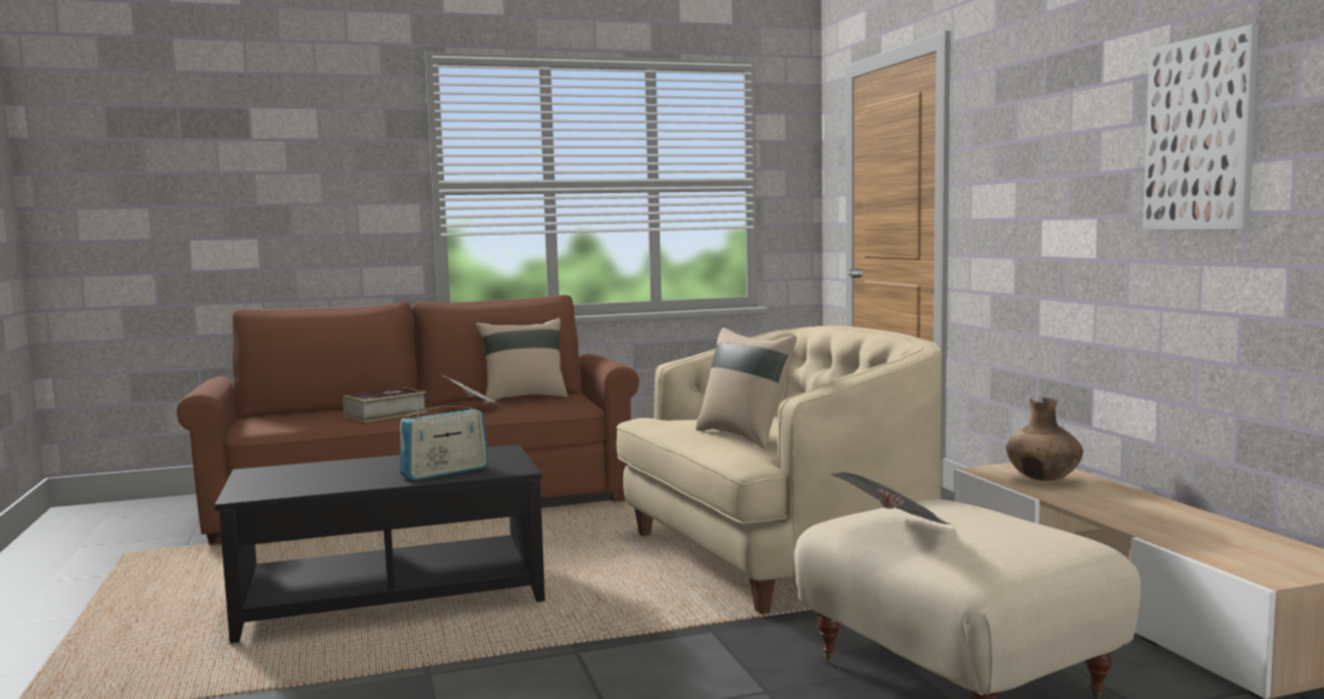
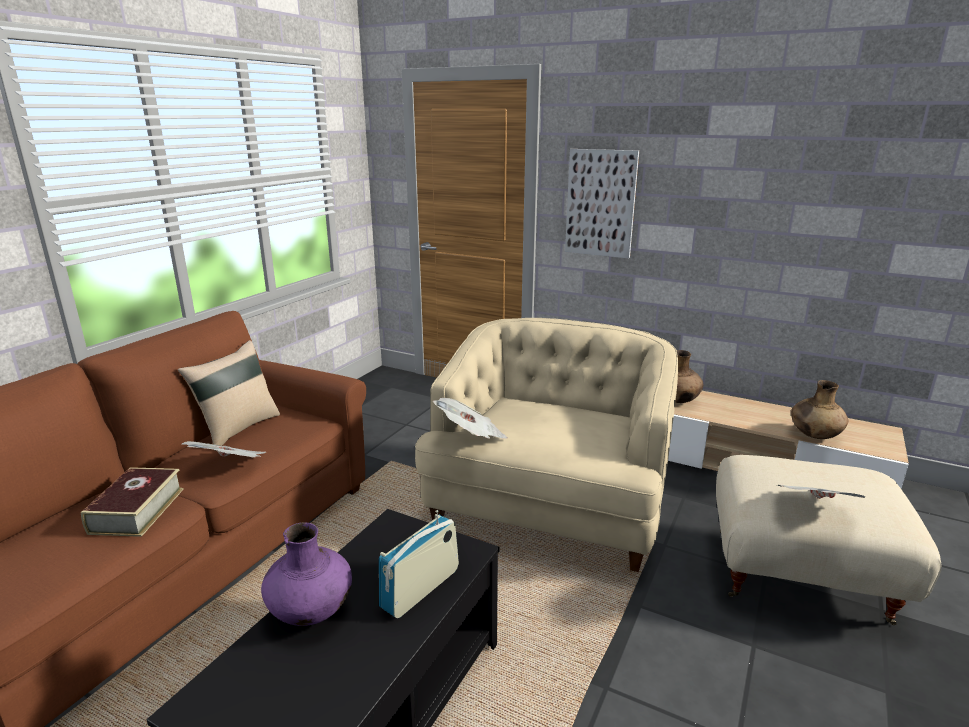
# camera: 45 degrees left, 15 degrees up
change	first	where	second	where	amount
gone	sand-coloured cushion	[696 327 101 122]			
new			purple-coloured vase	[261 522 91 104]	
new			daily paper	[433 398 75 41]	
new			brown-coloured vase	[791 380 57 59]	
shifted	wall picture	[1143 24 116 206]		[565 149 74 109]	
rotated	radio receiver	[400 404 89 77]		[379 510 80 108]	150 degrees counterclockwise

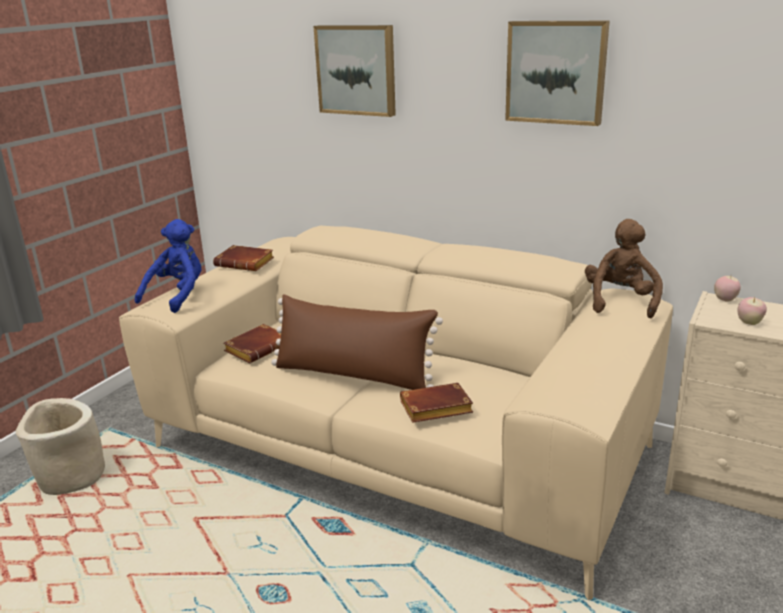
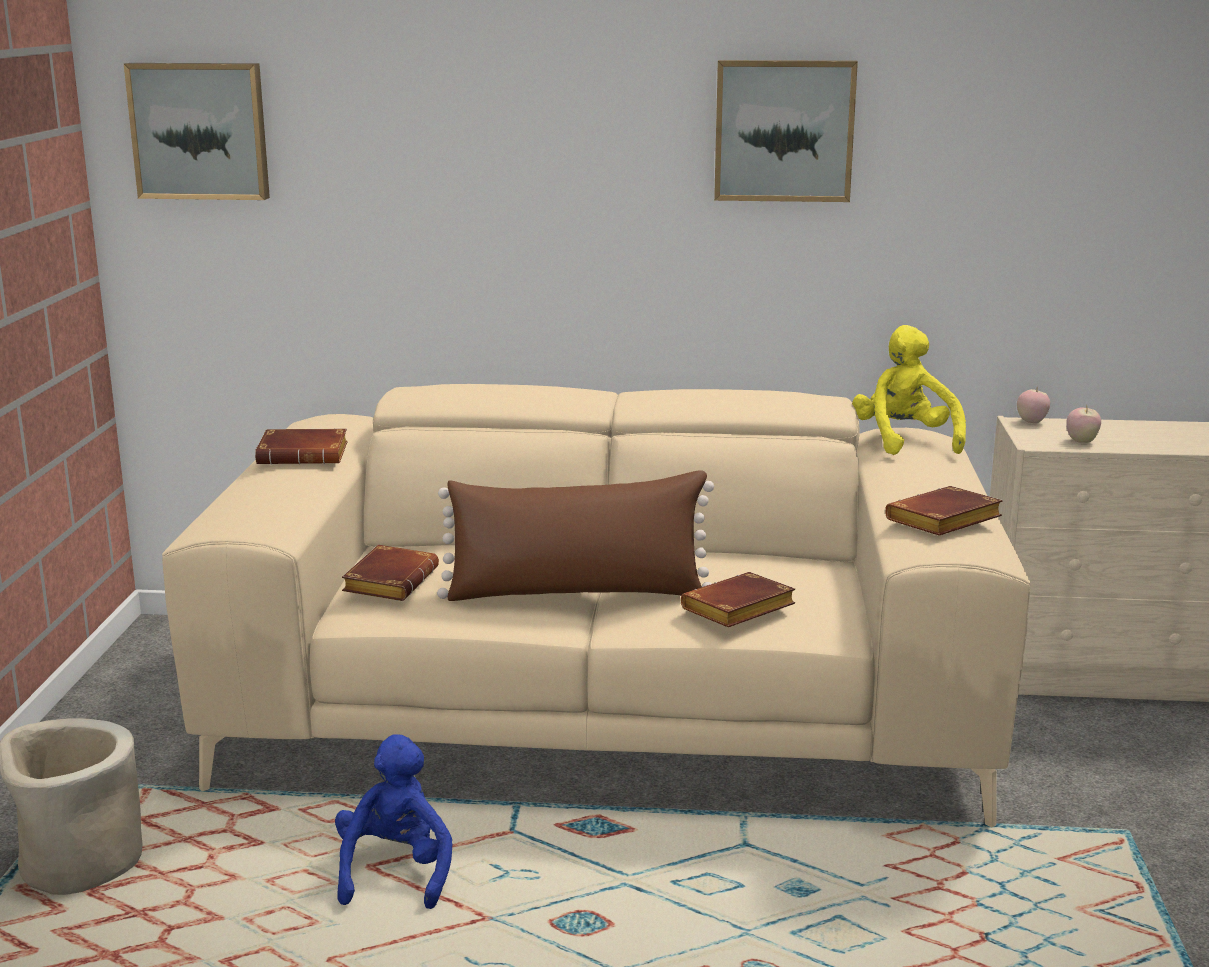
# camera: 25 degrees left, 5 degrees down
change	first	where	second	where	amount
new			brown-coloured book	[885 486 118 50]	
shifted	bluish soft toy	[135 219 67 94]		[335 734 118 175]	
shifted	wall picture	[313 25 83 92]		[124 63 146 137]	
repainted	brown-coloured soft toy	[585 219 78 99]	yellow soft toy	[852 325 114 130]	

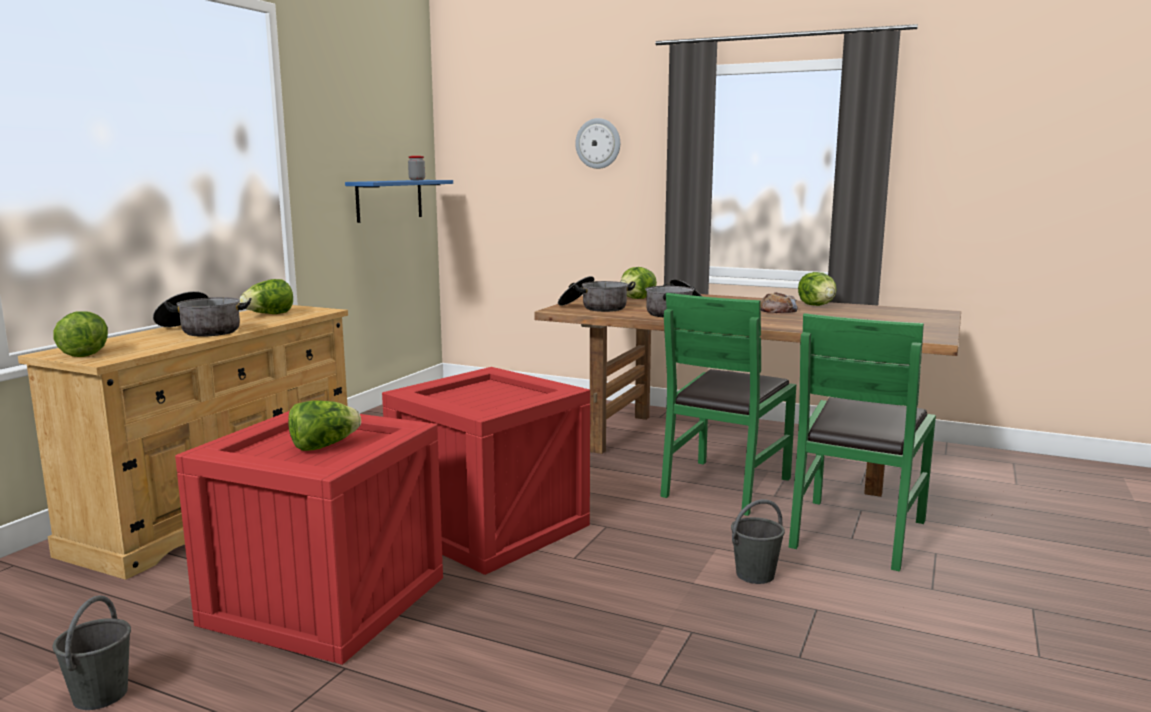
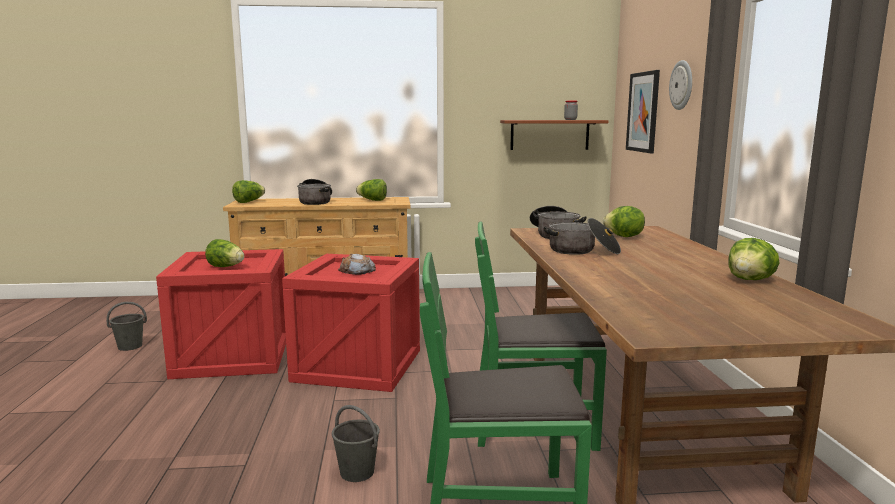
# camera: 60 degrees right, 0 degrees up
change	first	where	second	where	amount
new			wall picture	[626 70 34 83]	
shifted	bread	[760 292 38 21]		[338 254 38 21]	
repainted	bluish bracket shelf	[345 180 108 43]	brown-coloured bracket shelf	[500 120 109 30]	

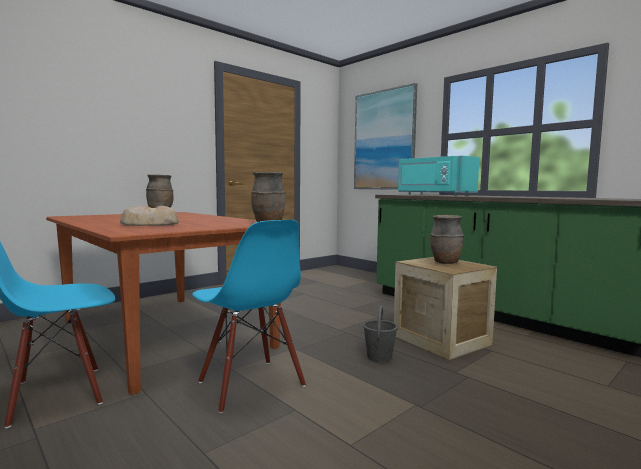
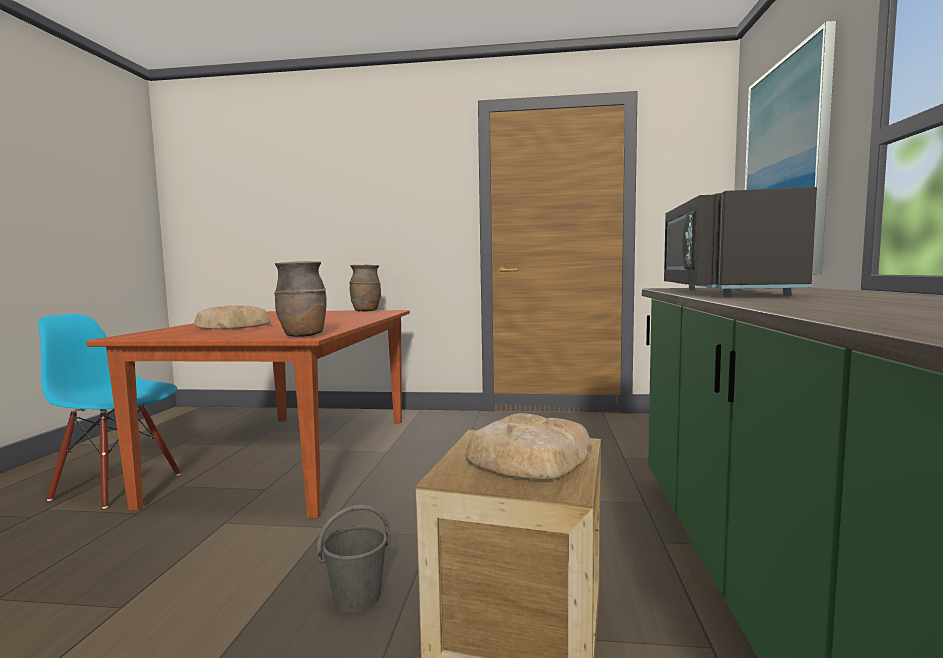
# camera: 50 degrees right, 0 degrees up
change	first	where	second	where	amount
gone	bluish upright chair	[192 220 114 193]			
swapped	brown-coloured vase	[430 215 34 49]	bread	[466 413 126 67]	
repainted	turquoise microwave oven	[398 156 81 40]	blackish microwave oven	[664 187 153 109]	

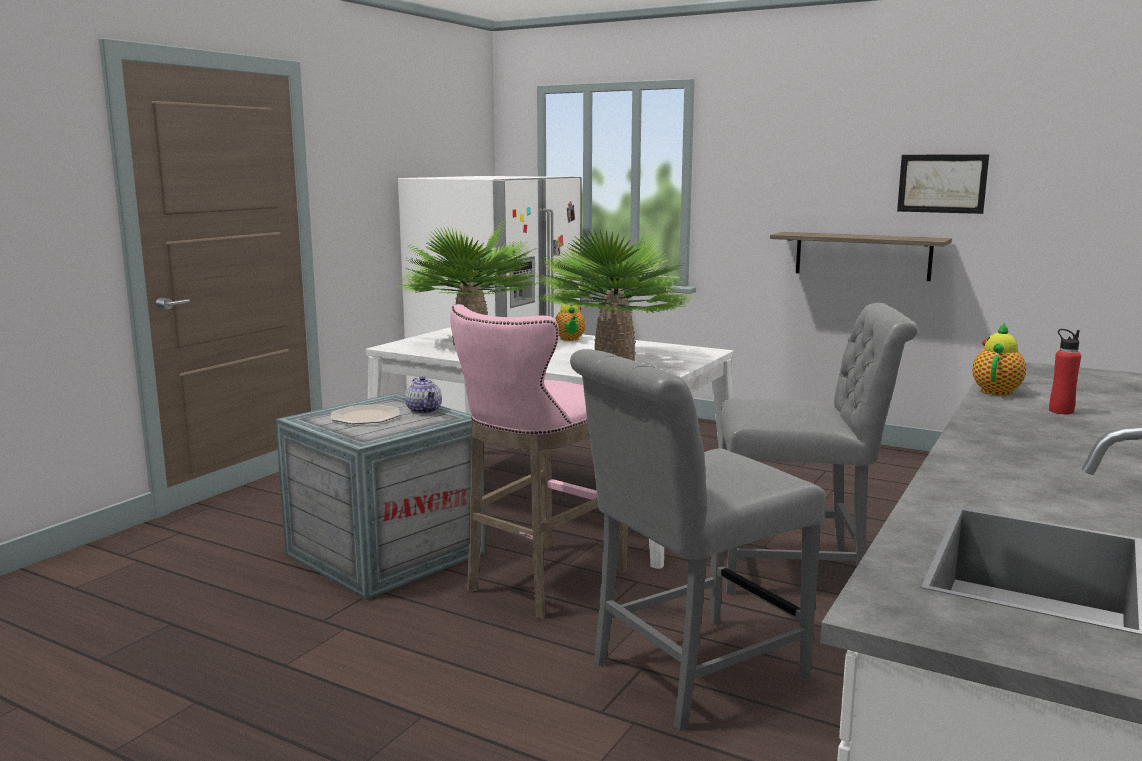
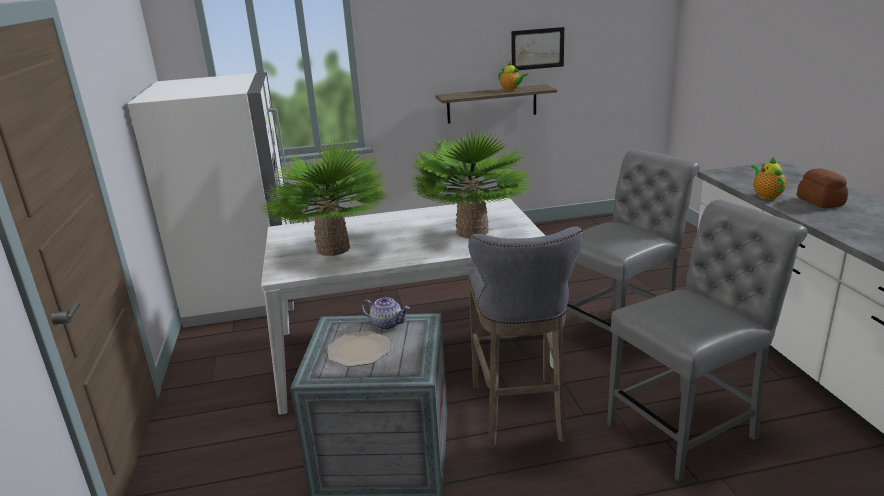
# camera: 40 degrees left, 10 degrees up
change	first	where	second	where	amount
shifted	tea pot	[555 298 31 43]		[498 62 30 29]	
swapped	red drink bottle	[1049 329 32 85]	bread	[797 168 51 40]	
repainted	pinkish stool	[450 304 178 314]	gray stool	[468 226 115 222]	
rotated	gray upright chair	[570 349 256 382]		[607 199 201 283]	135 degrees counterclockwise

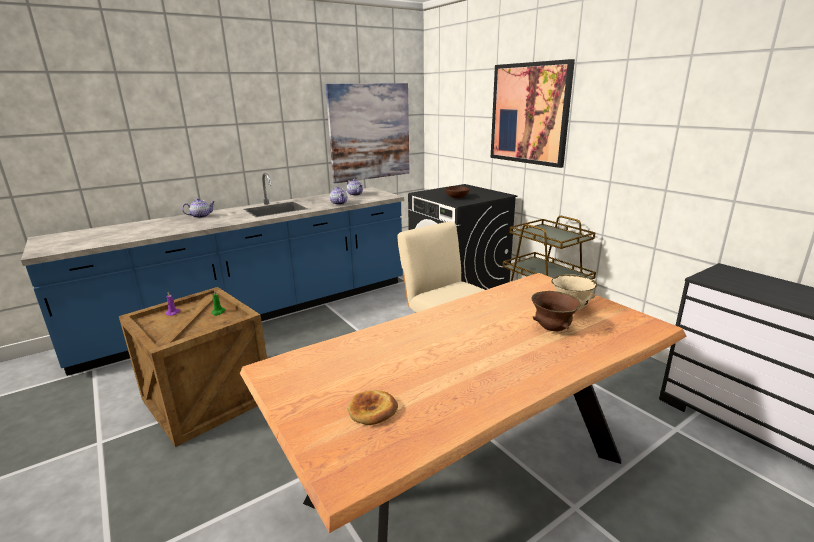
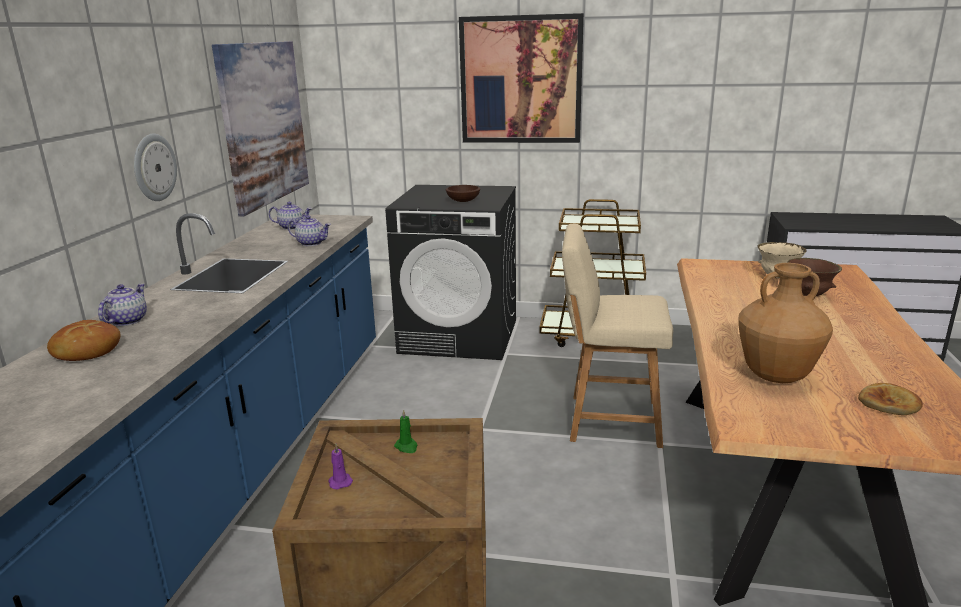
# camera: 45 degrees left, 0 degrees up
change	first	where	second	where	amount
new			bread	[47 320 73 41]	
new			hanging clock	[134 134 43 67]	
new			brown-coloured vase	[738 263 95 120]	

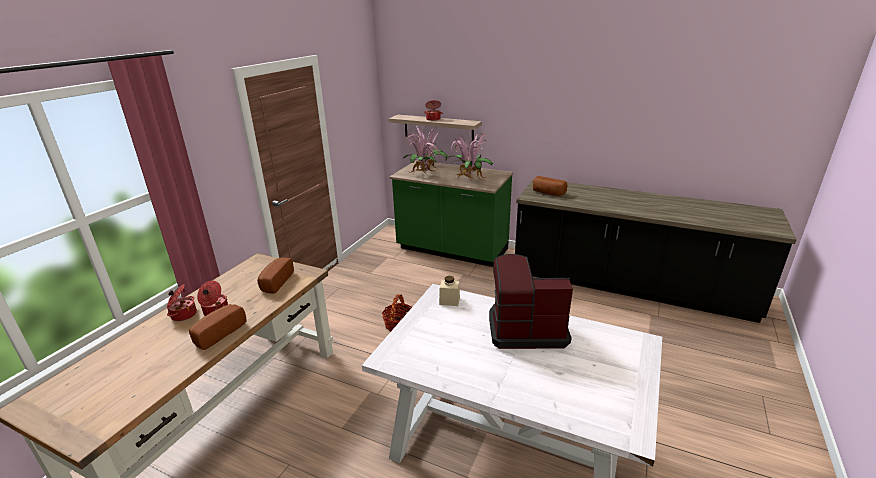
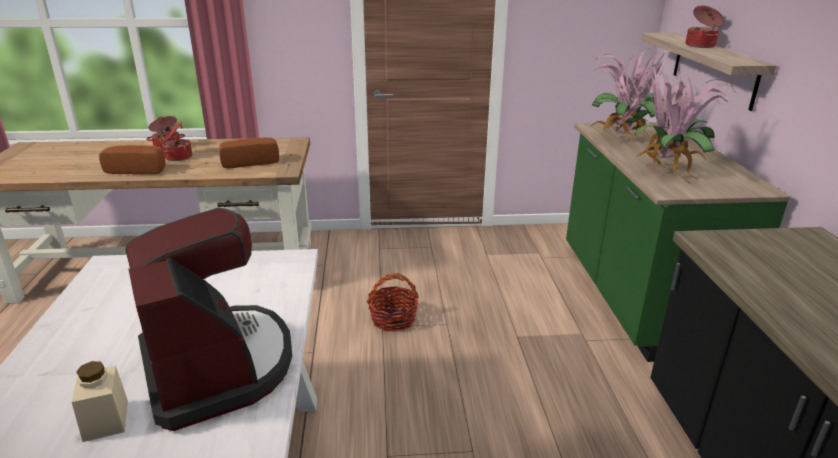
# camera: 60 degrees right, 0 degrees up
change	first	where	second	where	amount
gone	bread	[533 176 34 20]			
shifted	sand-coloured storage jar	[439 276 21 30]		[72 361 56 81]	

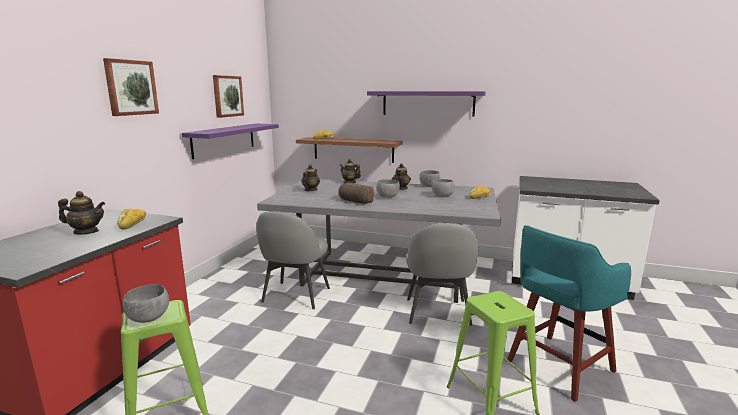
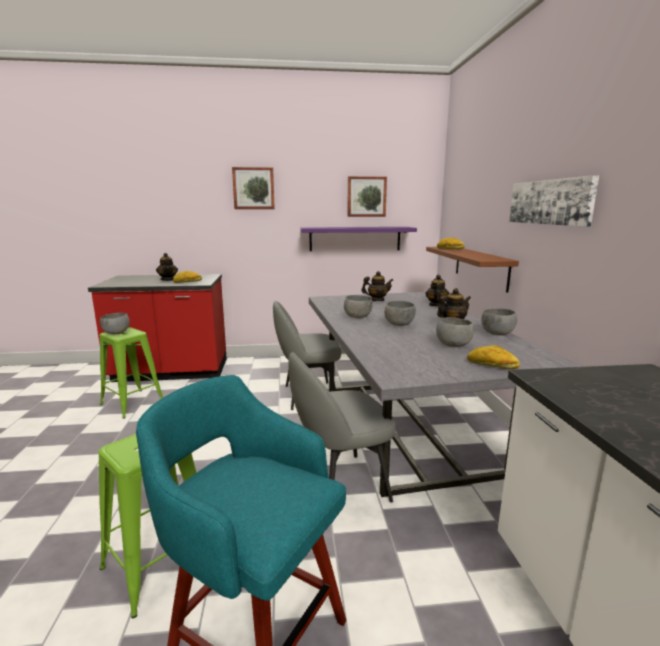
# camera: 65 degrees right, 0 degrees up
change	first	where	second	where	amount
swapped	bread	[339 183 35 21]	gray bowl	[344 295 29 23]	
swapped	purple-coloured bracket shelf	[367 91 119 26]	wall picture	[509 175 90 52]	

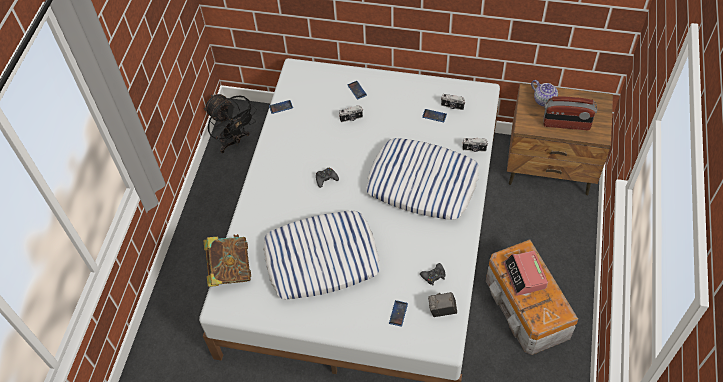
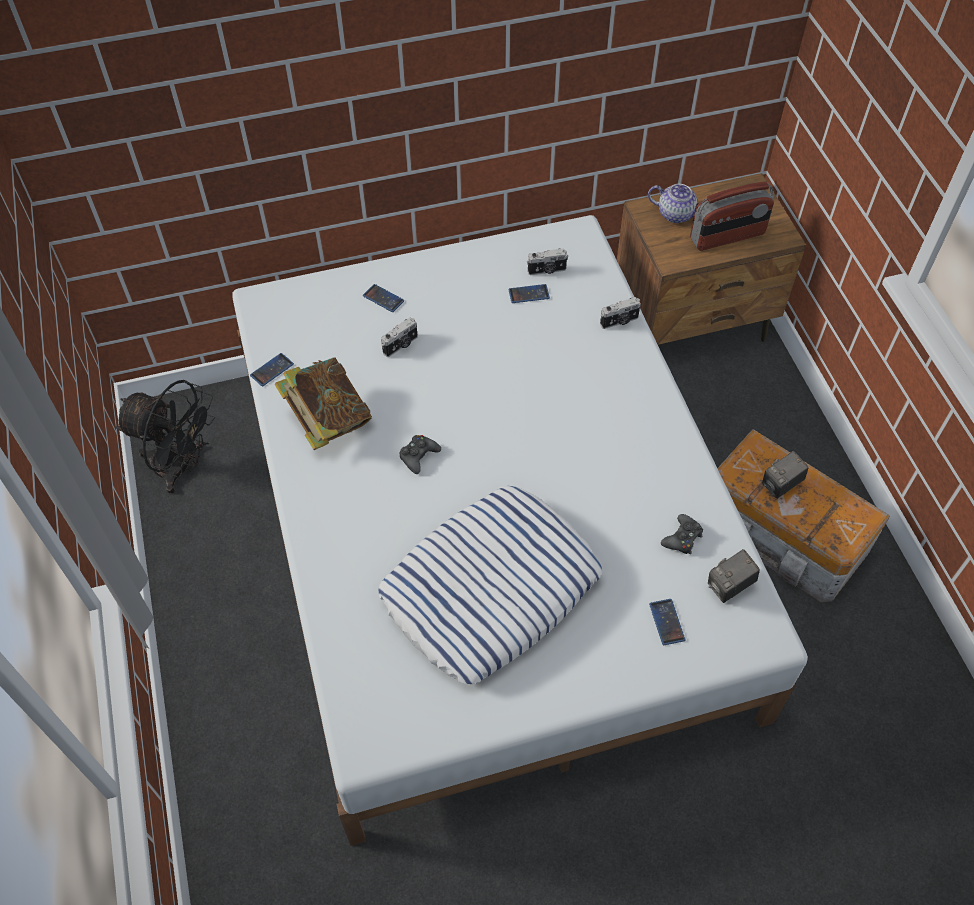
# camera: 30 degrees left, 0 degrees up
change	first	where	second	where	amount
gone	cushion	[366 138 113 82]			
shifted	book	[203 234 48 53]		[275 357 97 93]	
swapped	table clock	[503 250 45 46]	photo camera	[762 451 47 48]	

